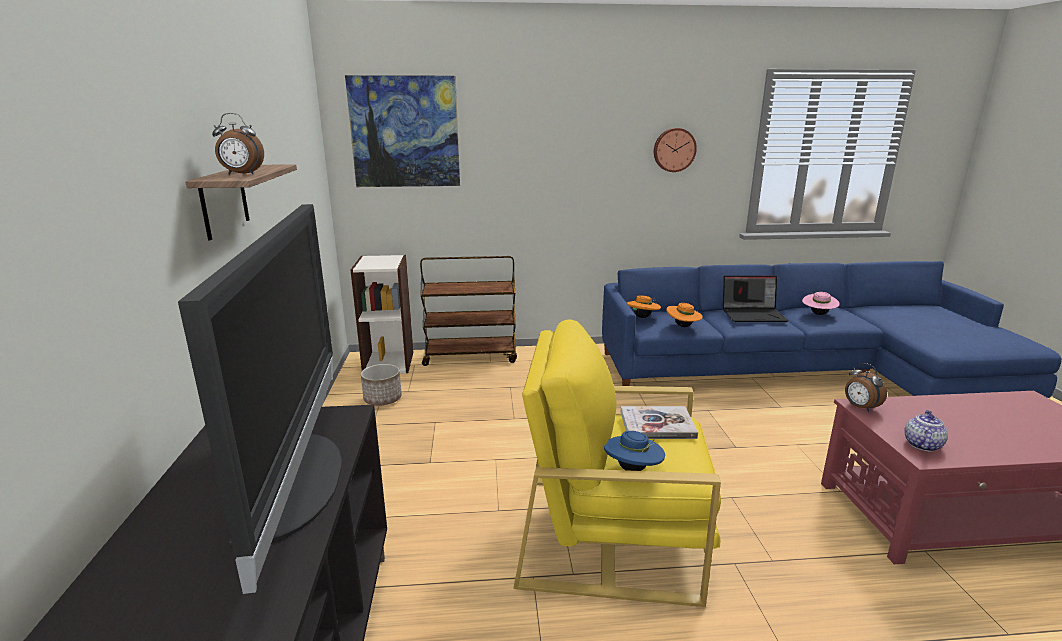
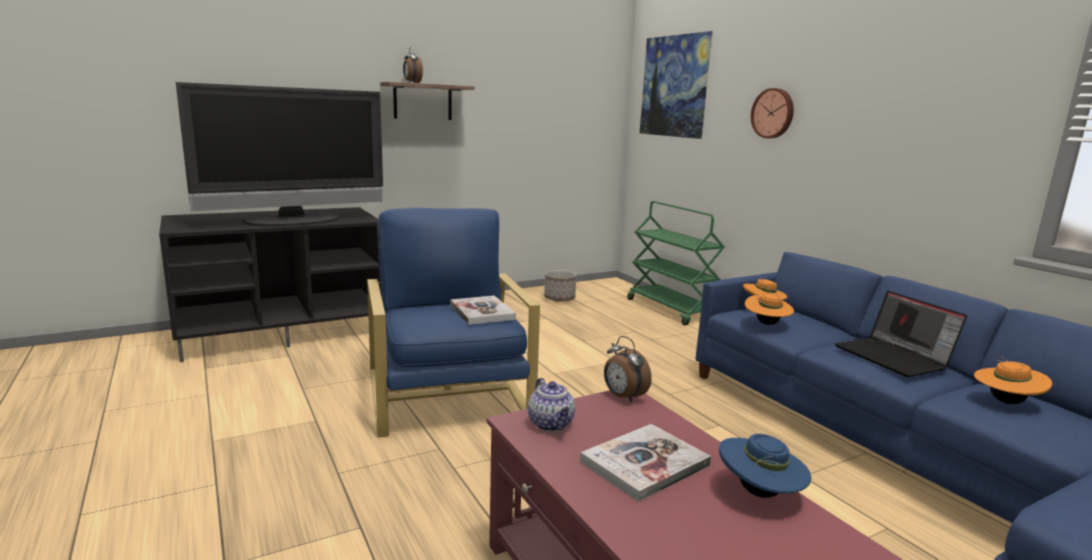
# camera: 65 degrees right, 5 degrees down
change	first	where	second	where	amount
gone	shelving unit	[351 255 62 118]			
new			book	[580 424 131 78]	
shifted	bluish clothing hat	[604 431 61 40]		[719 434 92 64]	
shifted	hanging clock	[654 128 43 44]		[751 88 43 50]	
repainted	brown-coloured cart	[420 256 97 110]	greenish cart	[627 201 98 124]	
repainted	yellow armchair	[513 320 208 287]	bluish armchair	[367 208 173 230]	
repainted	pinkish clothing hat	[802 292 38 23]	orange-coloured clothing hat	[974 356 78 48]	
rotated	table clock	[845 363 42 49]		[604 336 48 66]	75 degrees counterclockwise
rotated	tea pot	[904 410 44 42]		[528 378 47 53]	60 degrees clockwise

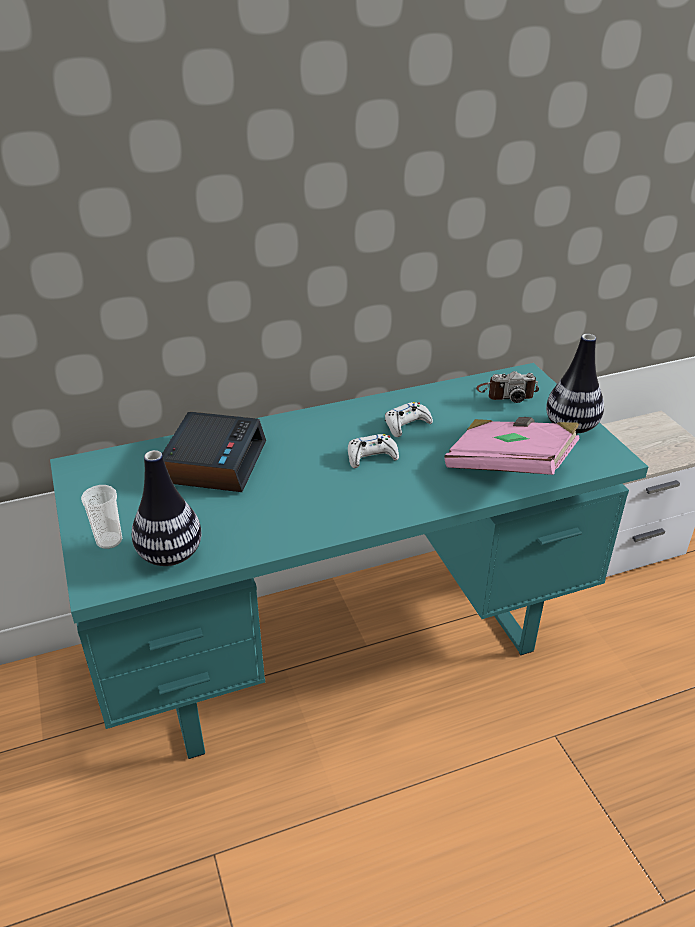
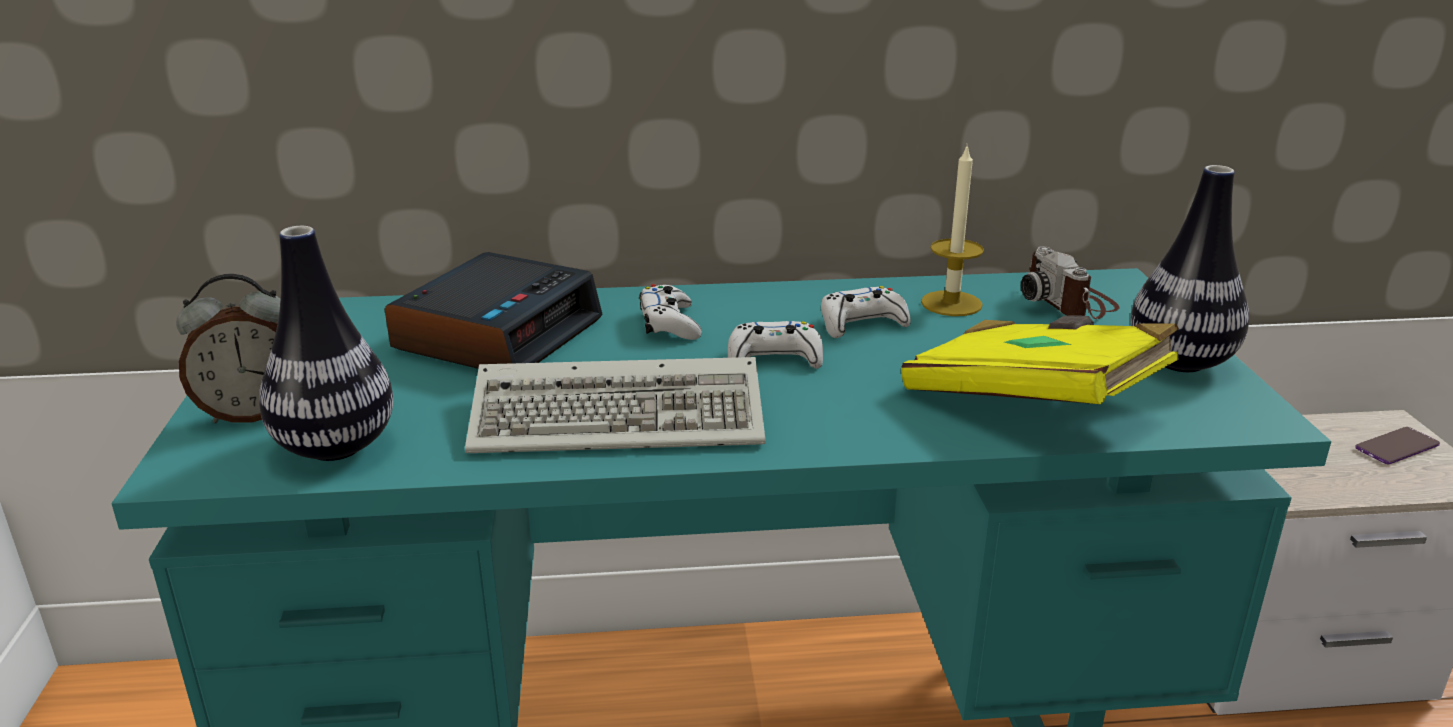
# camera: 15 degrees right, 10 degrees down
change	first	where	second	where	amount
new			PC keyboard	[465 357 300 96]	
new			white-coloured gamepad	[639 284 63 56]	
new			wax light	[921 143 63 173]	
new			phone	[1355 427 85 37]	
swapped	drinking cup	[81 485 41 64]	table clock	[176 274 105 149]	
repainted	pinkish book	[445 417 134 58]	yellow book	[901 315 278 89]	
rotated	photo camera	[476 371 63 32]		[1021 246 98 73]	60 degrees clockwise

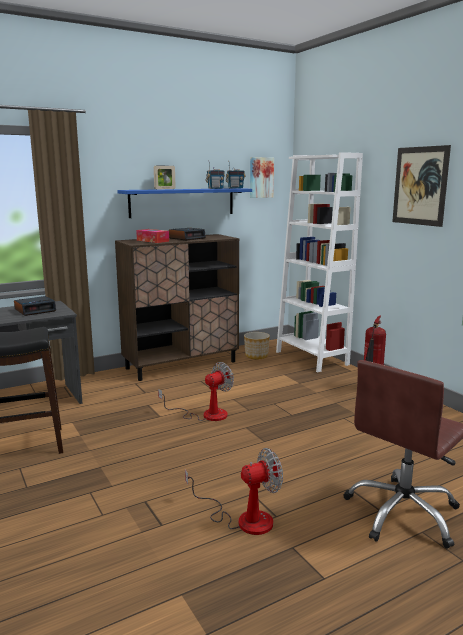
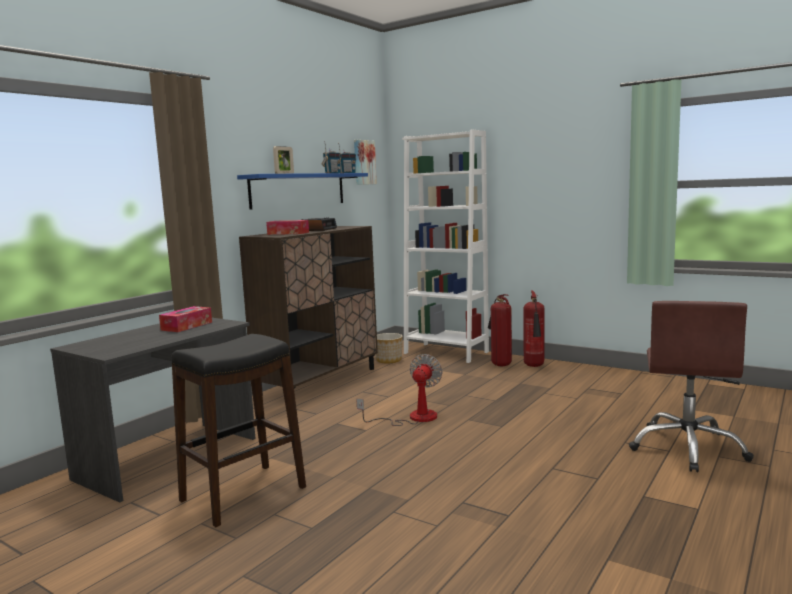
# camera: 25 degrees left, 5 degrees down
change	first	where	second	where	amount
gone	fan	[185 448 98 87]			
gone	wall picture	[392 145 59 82]			
new			fire extinguisher	[488 294 24 72]	
swapped	table clock	[14 296 42 20]	tissue holder	[159 306 53 26]	

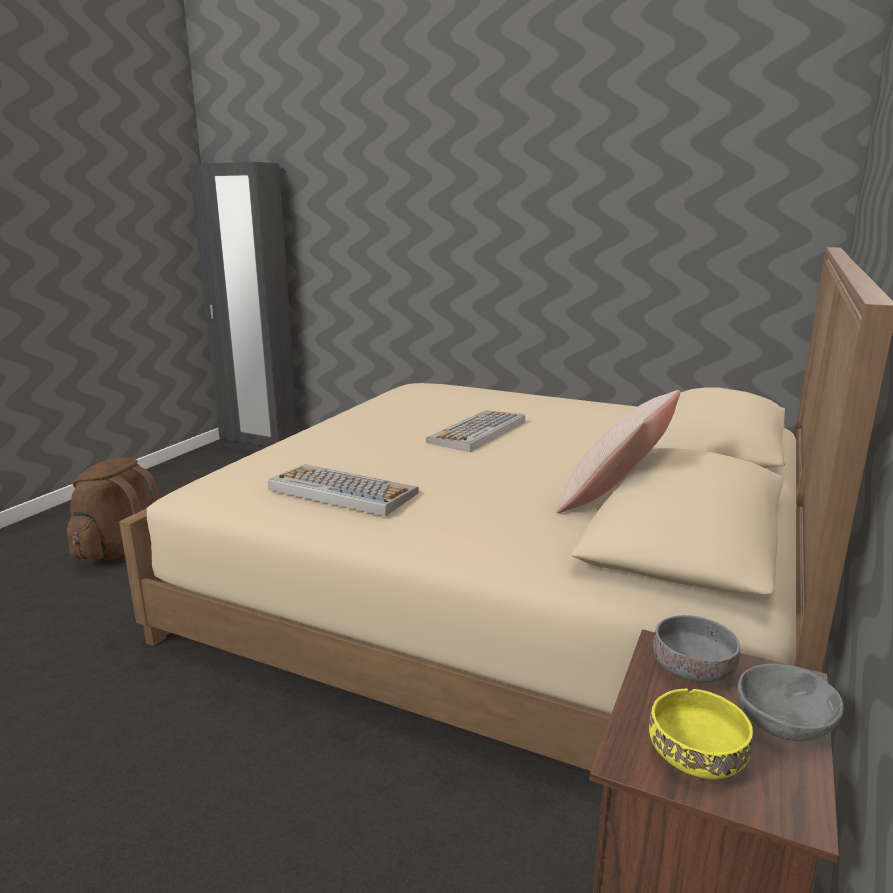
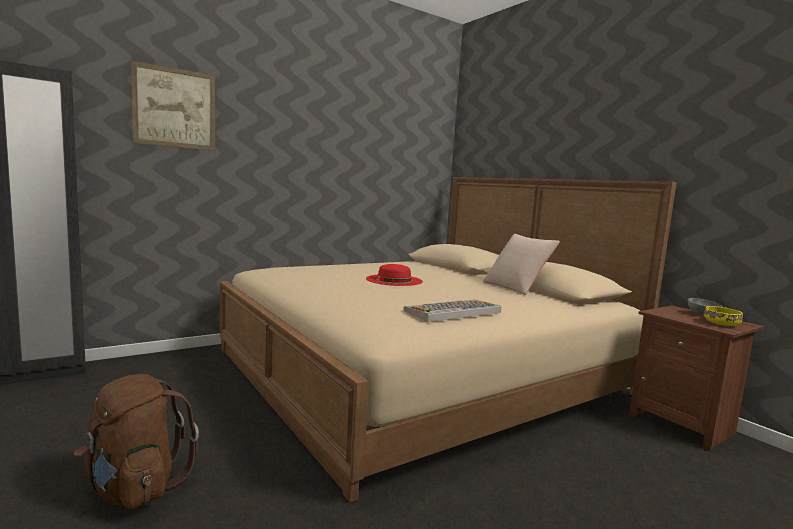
# camera: 60 degrees left, 10 degrees down
change	first	where	second	where	amount
gone	gray bowl	[653 615 87 68]			
new			wall picture	[131 61 84 90]	
swapped	PC keyboard	[426 410 99 42]	red clothing hat	[366 264 57 22]	

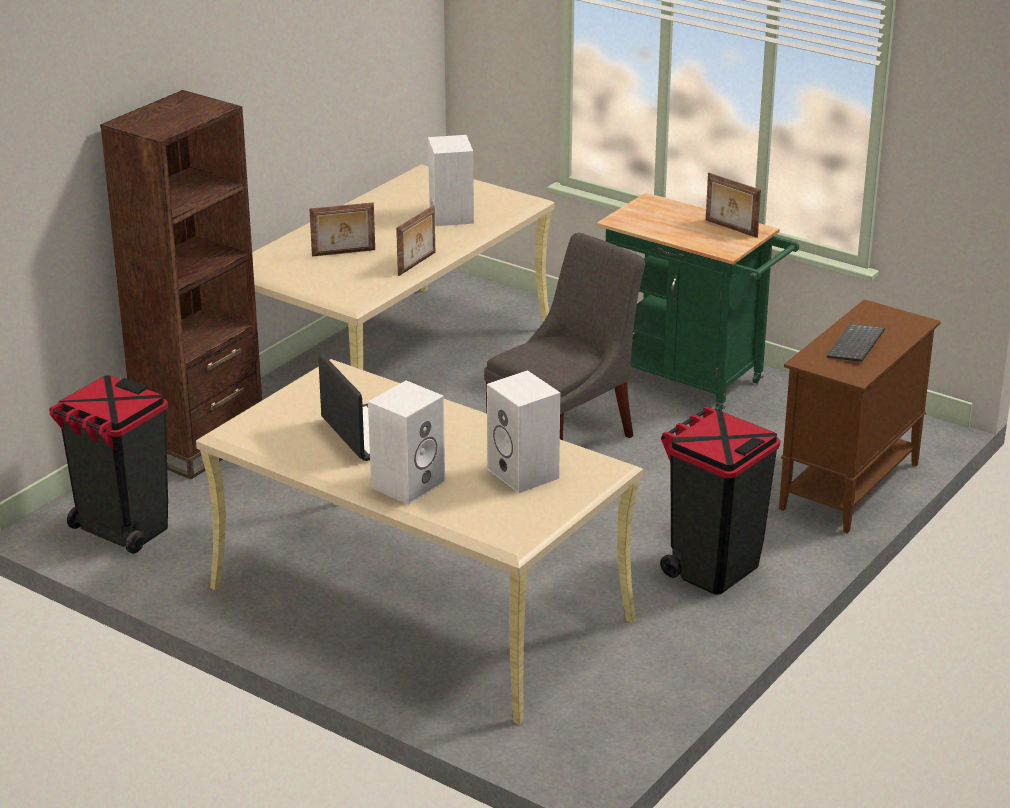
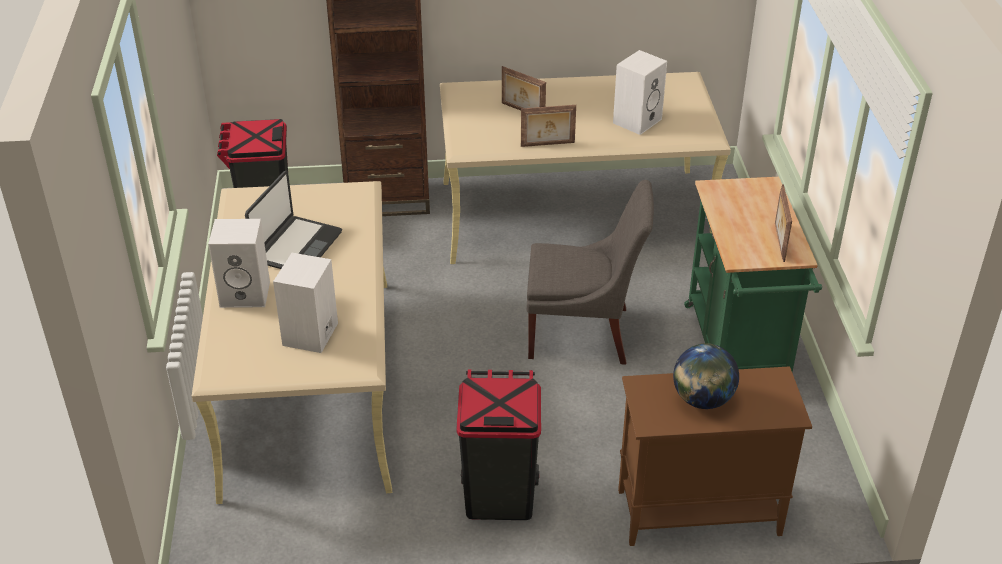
# camera: 50 degrees right, 10 degrees up
change	first	where	second	where	amount
swapped	PC keyboard	[827 324 58 38]	globe	[673 343 66 66]	

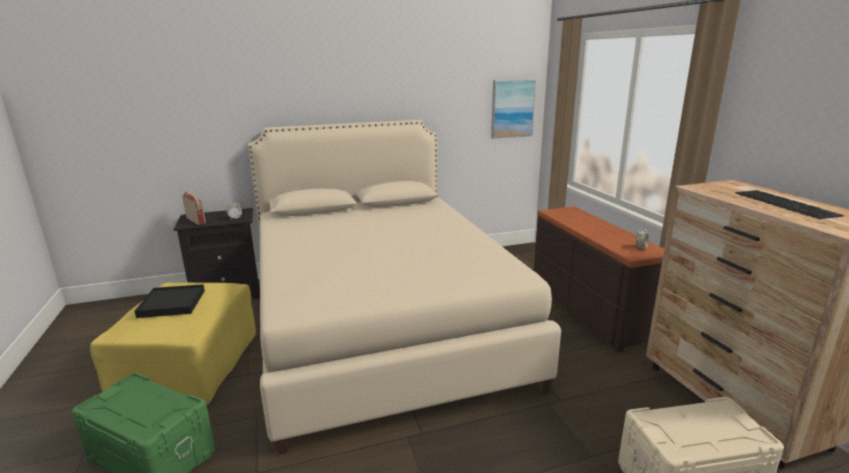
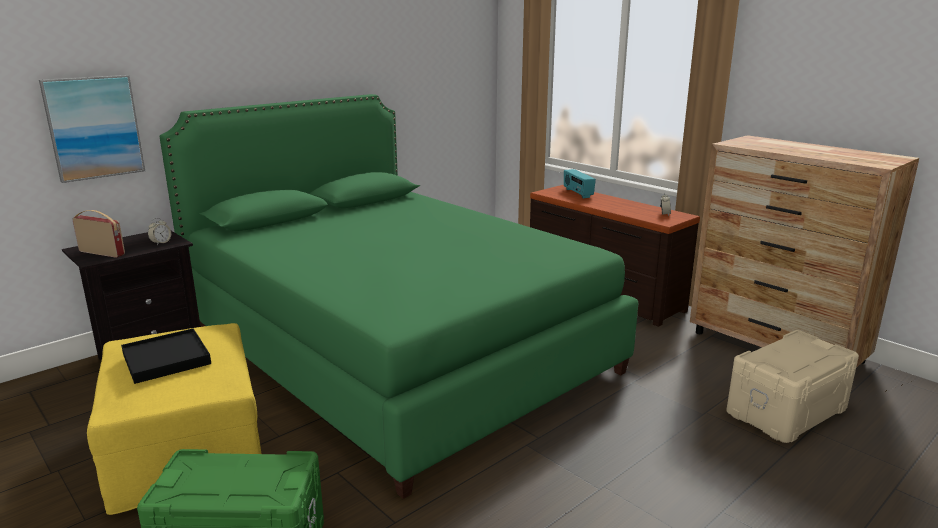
# camera: 25 degrees left, 0 degrees up
change	first	where	second	where	amount
gone	PC keyboard	[735 190 109 29]			
new			radio receiver	[564 169 32 29]	
shifted	wall picture	[491 79 45 60]		[39 75 106 108]	
repainted	sand-coloured bed	[248 120 313 334]	greenish bed	[160 94 478 405]	

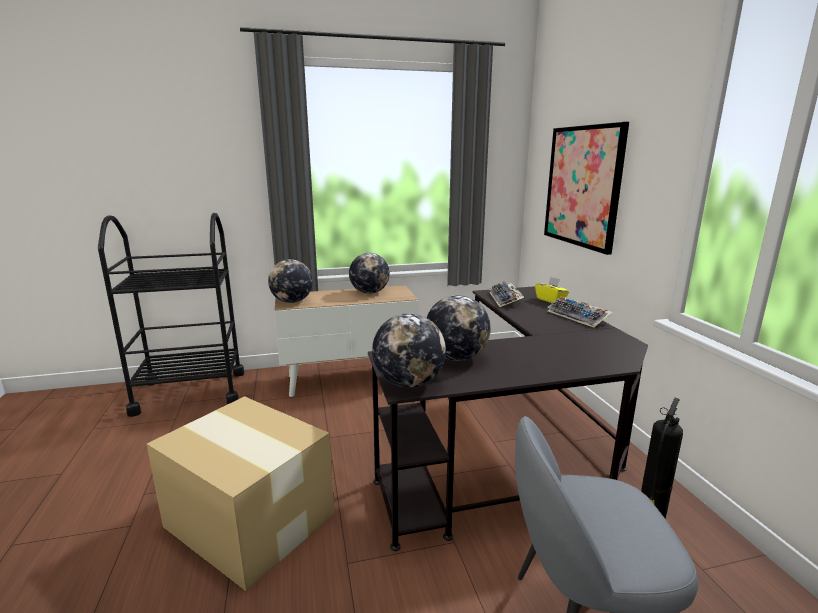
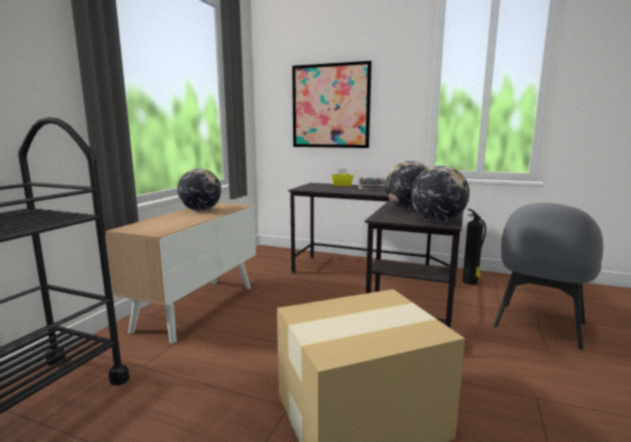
# camera: 55 degrees left, 5 degrees down
change	first	where	second	where	amount
gone	globe	[268 259 45 44]			
gone	PC keyboard	[490 281 34 26]			

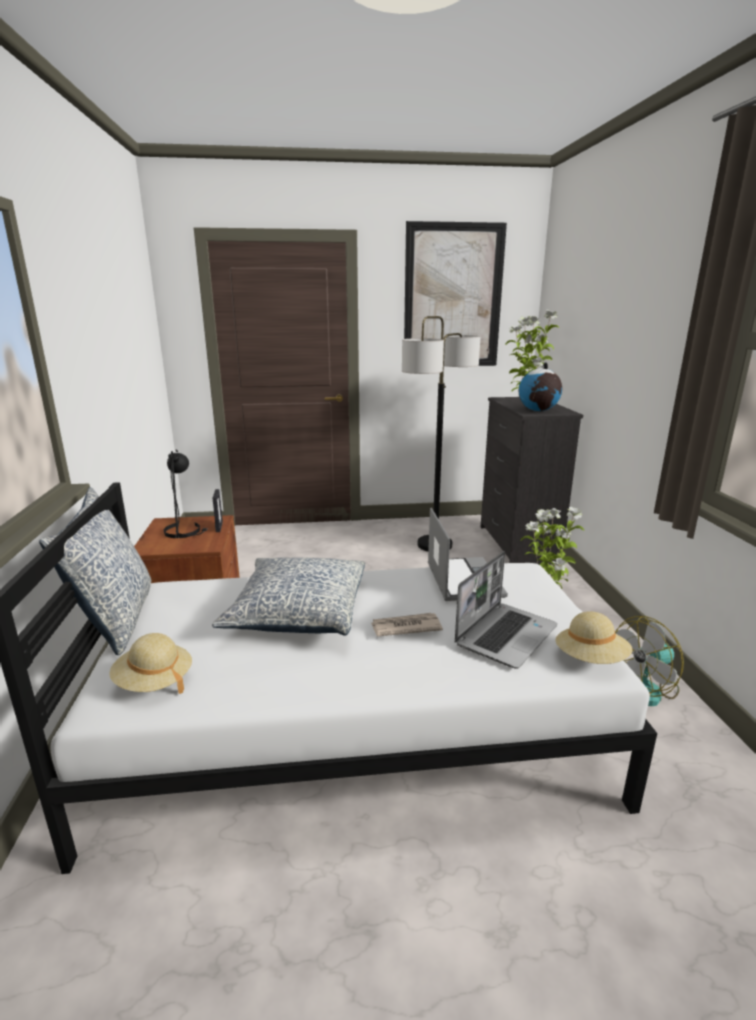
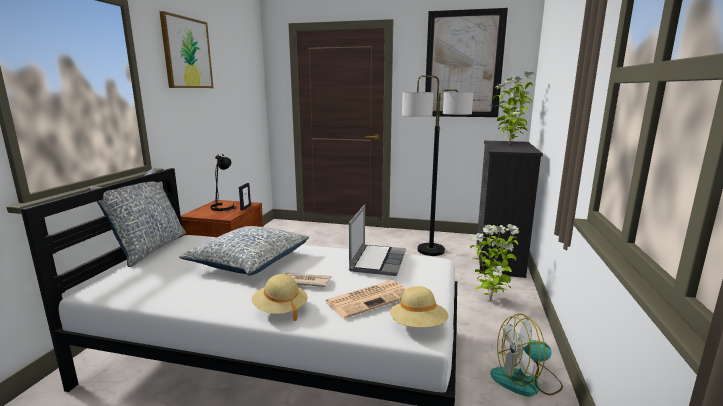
# camera: 20 degrees right, 5 degrees down
change	first	where	second	where	amount
gone	globe	[519 362 43 49]			
new			wall picture	[159 11 54 77]	
shifted	sand-coloured clothing hat	[109 633 83 61]		[252 274 56 47]	
swapped	portable computer	[455 551 103 118]	daily paper	[325 280 81 39]	

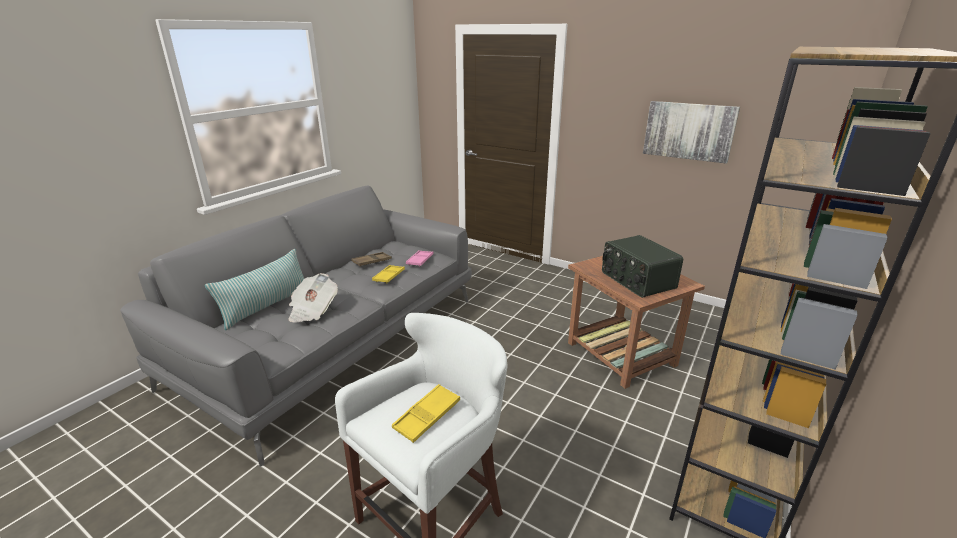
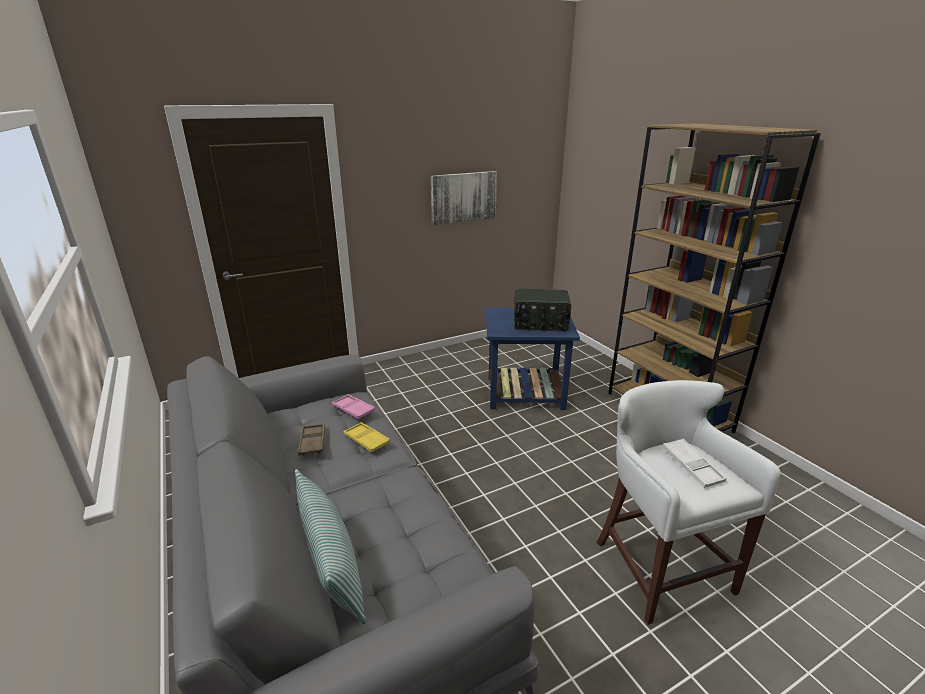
# camera: 60 degrees left, 0 degrees up
change	first	where	second	where	amount
gone	daily paper	[289 273 49 50]			
repainted	yellow carrying tray	[392 384 68 59]	white-coloured carrying tray	[662 439 64 49]	
repainted	brown-coloured end table	[568 256 137 133]	bluish end table	[486 308 94 102]	

